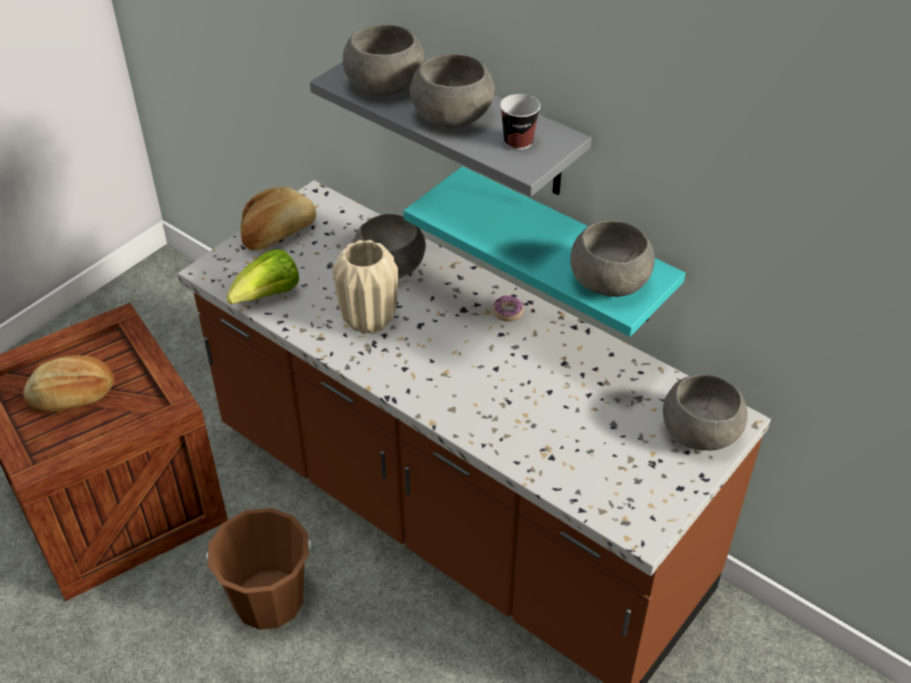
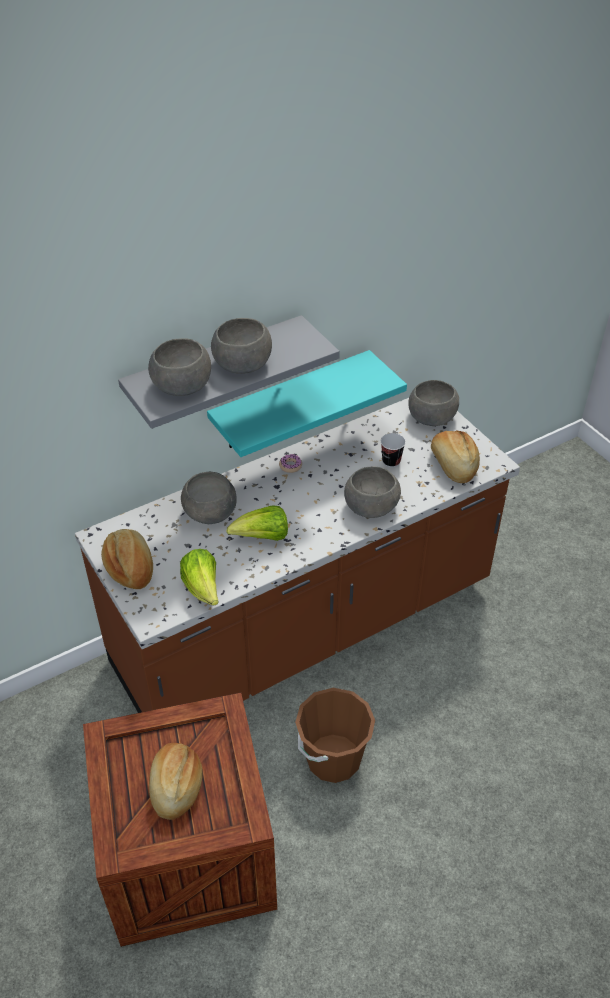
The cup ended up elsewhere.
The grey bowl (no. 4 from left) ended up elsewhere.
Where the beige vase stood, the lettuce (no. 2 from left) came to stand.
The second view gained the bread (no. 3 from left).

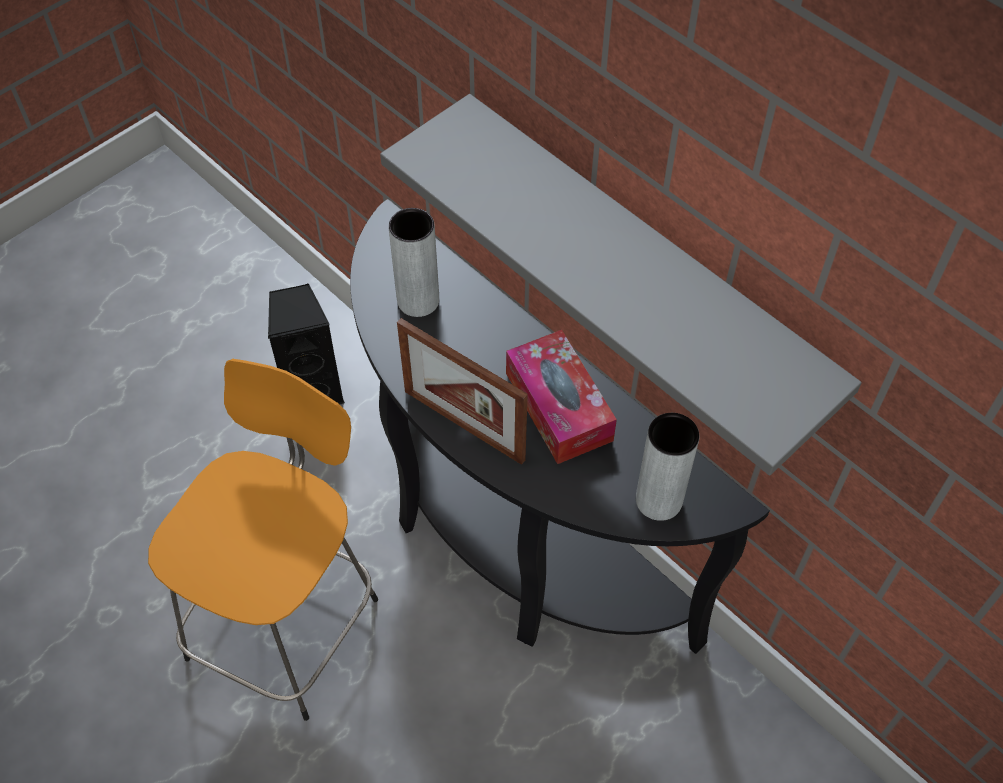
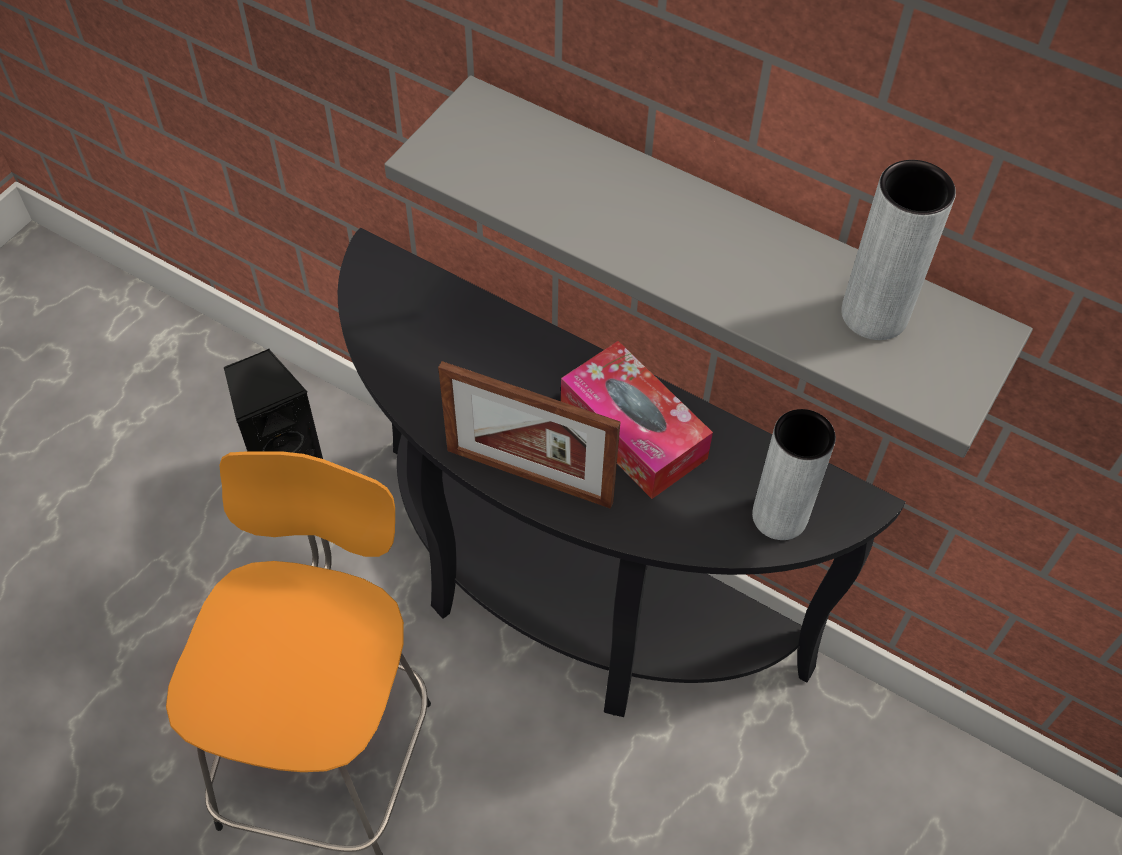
The grey vase (no. 1 from left in the first image) ended up elsewhere.

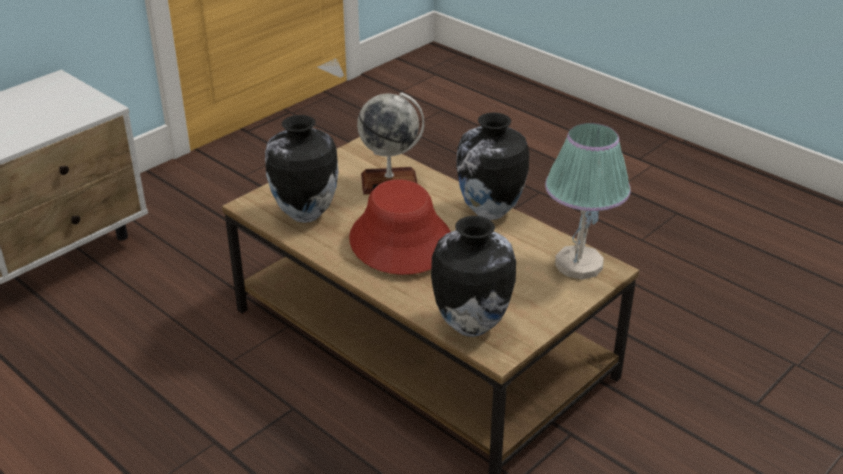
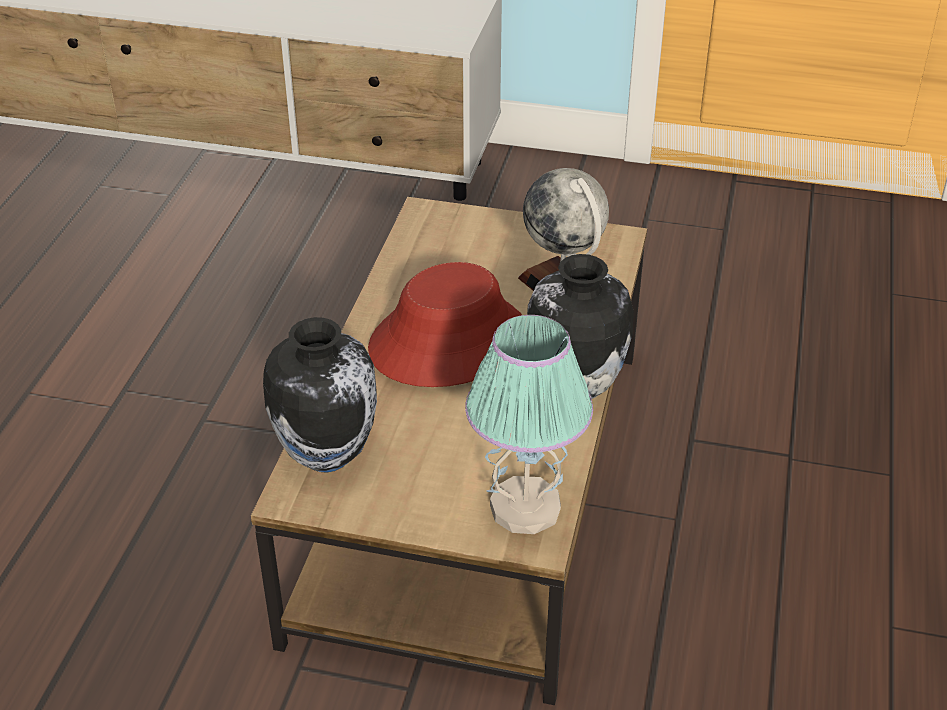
The second view lost the vase (no. 1 from left).

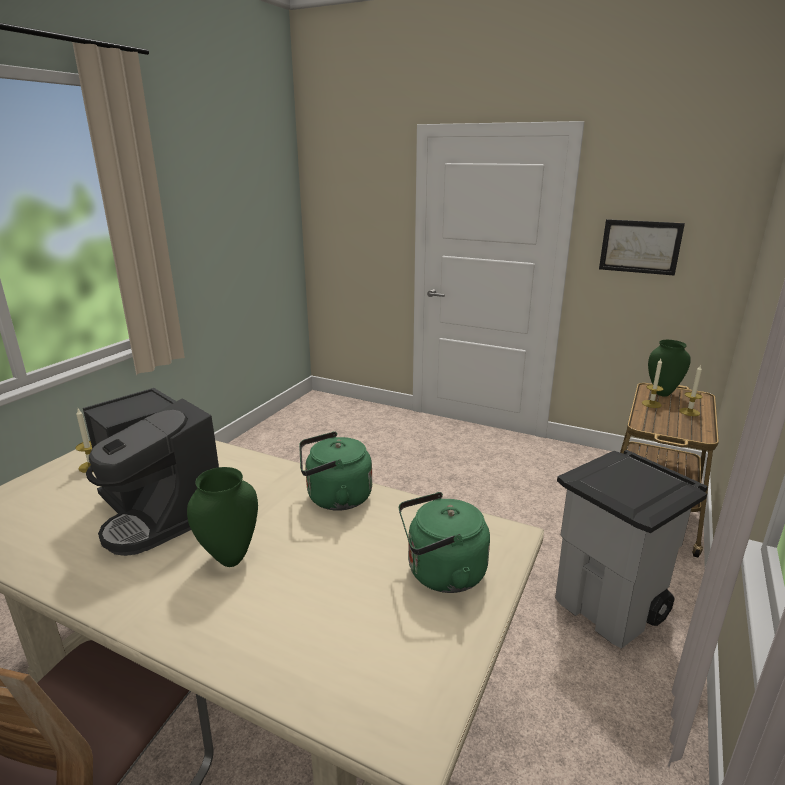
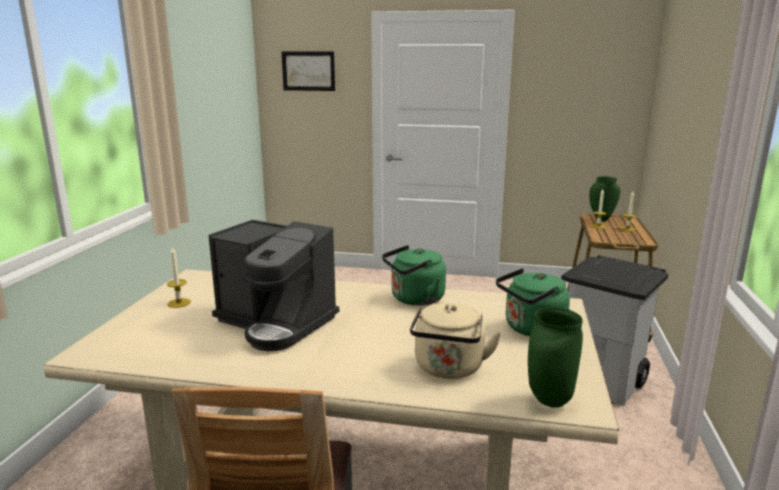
The picture ended up elsewhere.
The green vase (no. 1 from left) ended up elsewhere.
The second view gained the beige kettle.

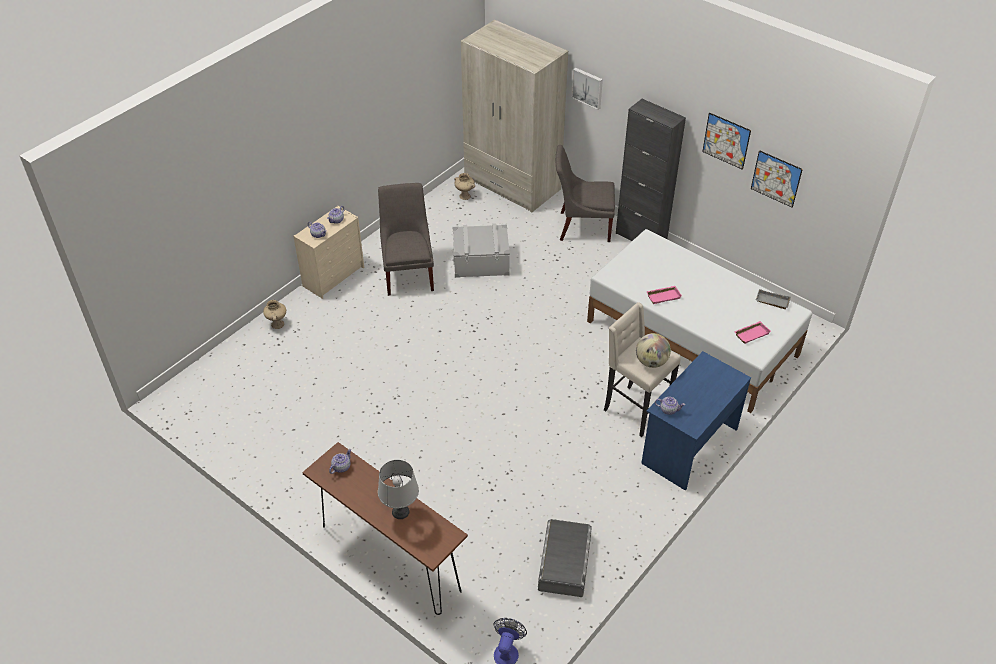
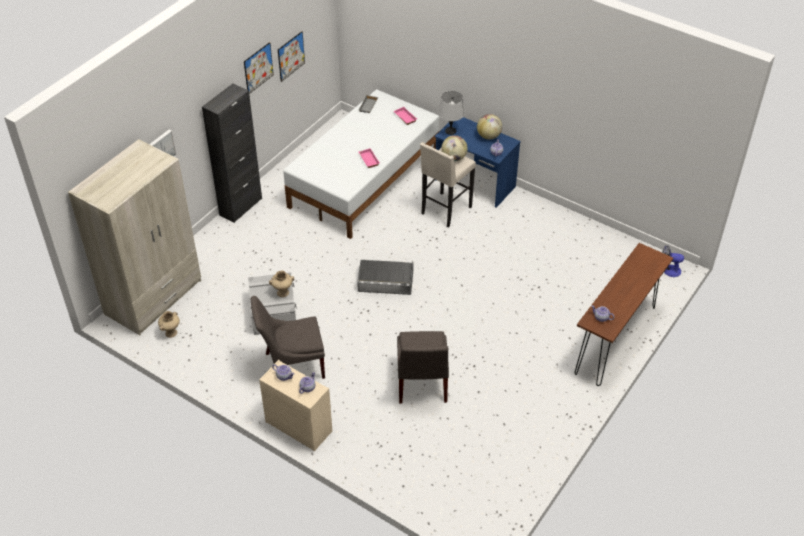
The grey chair (no. 2 from left) ended up elsewhere.
The beige vase (no. 1 from left in the first image) ended up elsewhere.
The grey table lamp ended up elsewhere.
The grey storage box (no. 2 from left) ended up elsewhere.
The second view gained the globe (no. 2 from left).

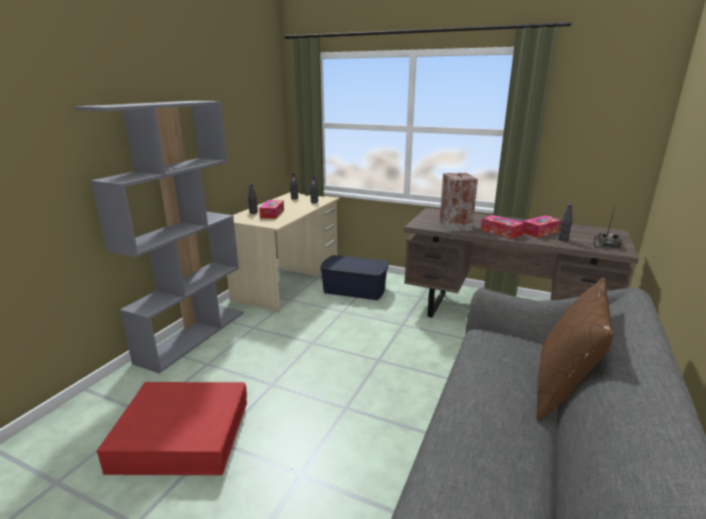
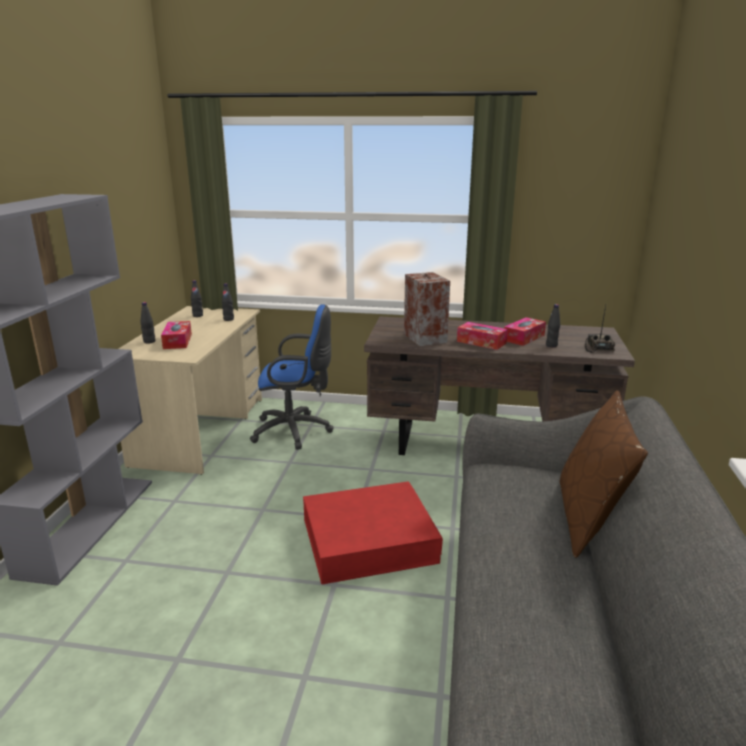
Where the blue storage box stood, the blue office chair came to stand.
The red storage box ended up elsewhere.

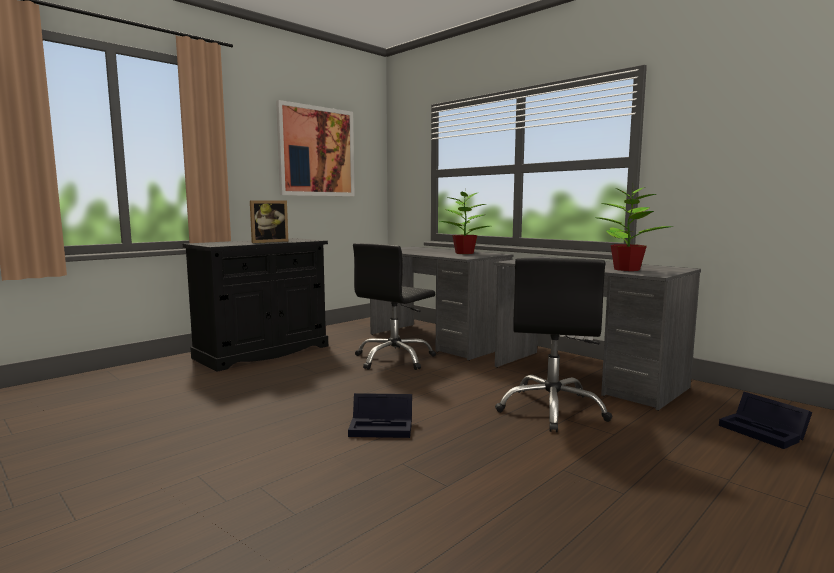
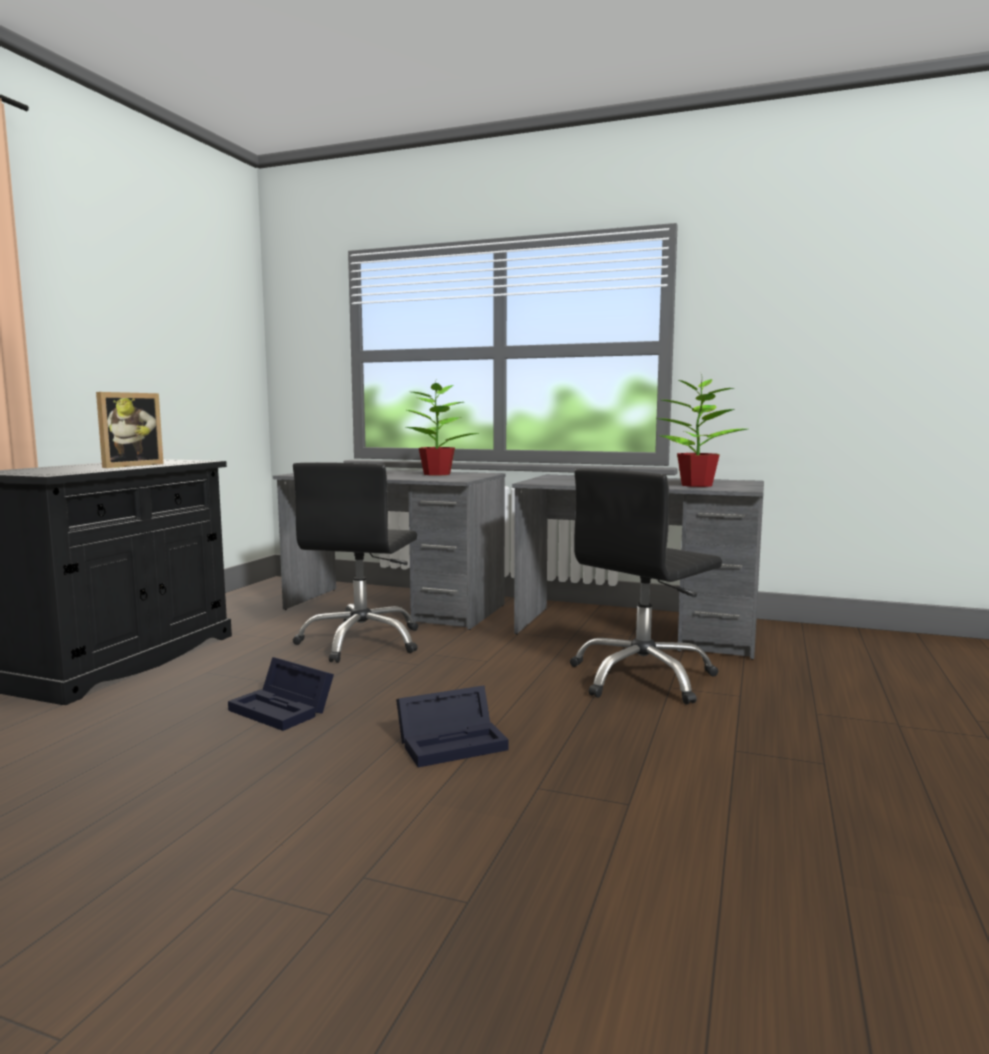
The second view lost the picture.
The black office chair (no. 2 from left) ended up facing another way, 60 degrees clockwise from before.
The black storage box (no. 2 from left in the first image) ended up elsewhere.

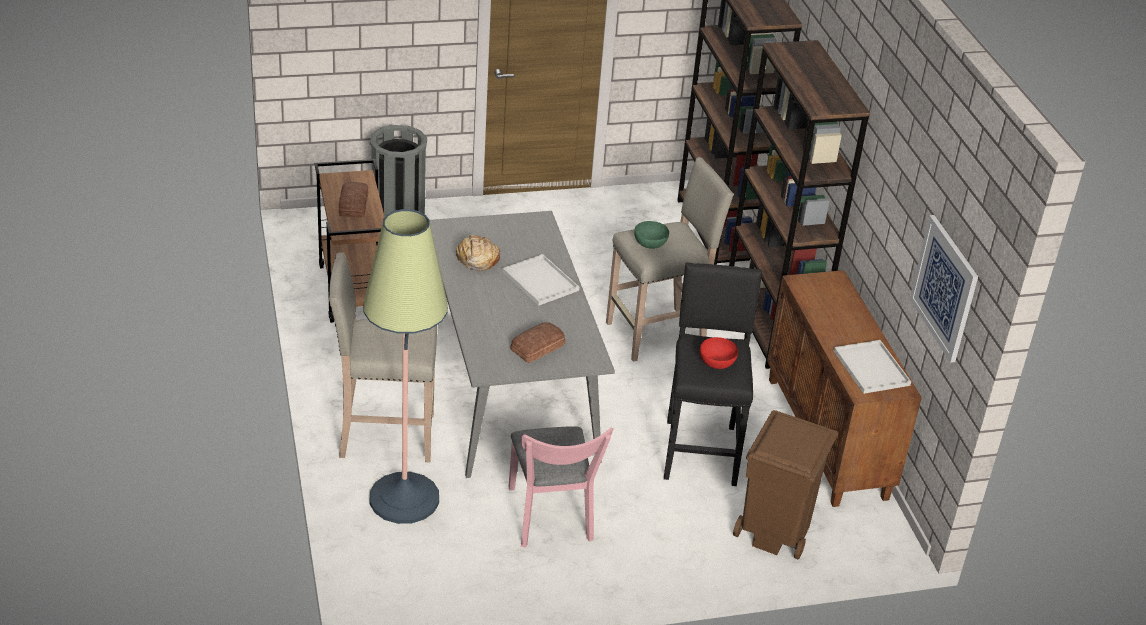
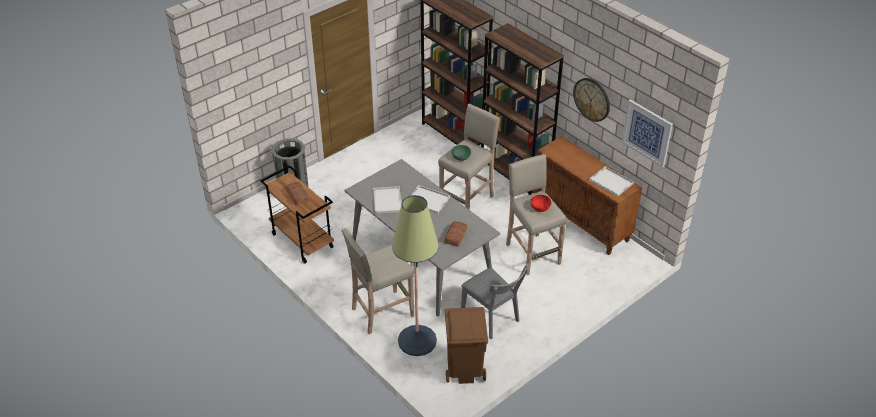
Where the bread (no. 2 from left) stood, the white tray (no. 1 from left) came to stand.
What was the black stool turned into the beige stool (no. 3 from left).
The brown trash can ended up elsewhere.
What was the pink chair turned into the grey chair.
The second view gained the wall clock.

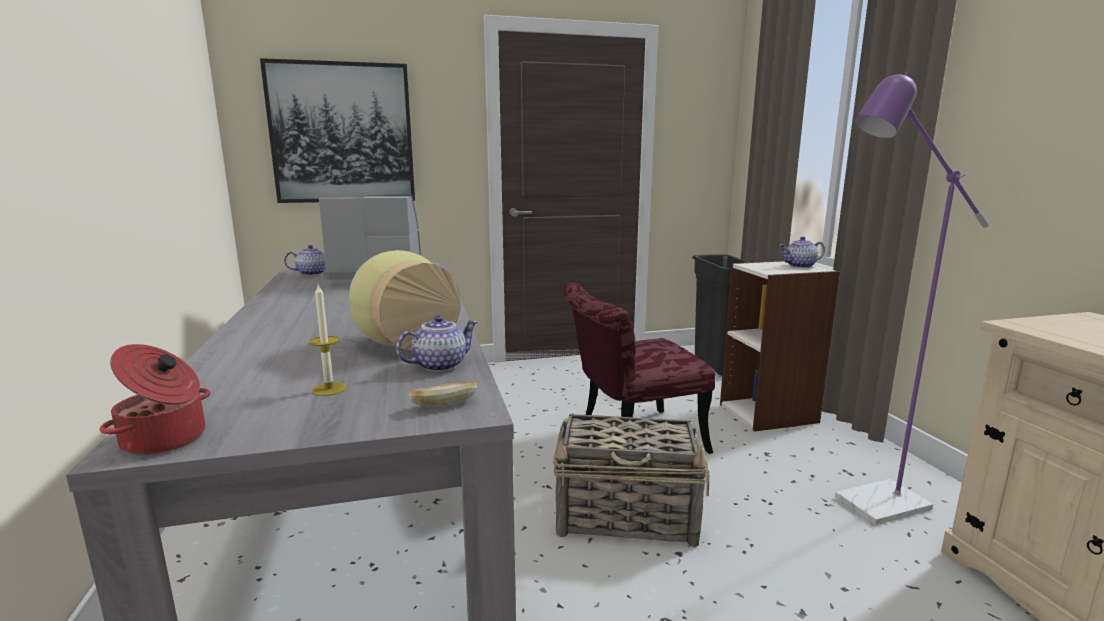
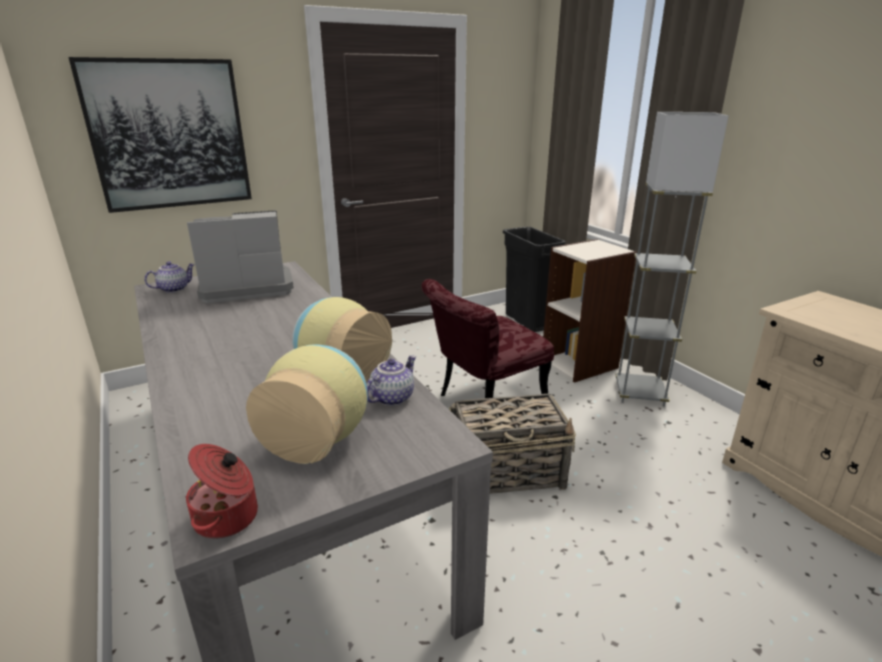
The second view lost the purple floor lamp.
The second view lost the teapot (no. 3 from left).
Where the candle stood, the vase (no. 1 from left) came to stand.
The second view lost the bread.
The second view gained the grey floor lamp.

